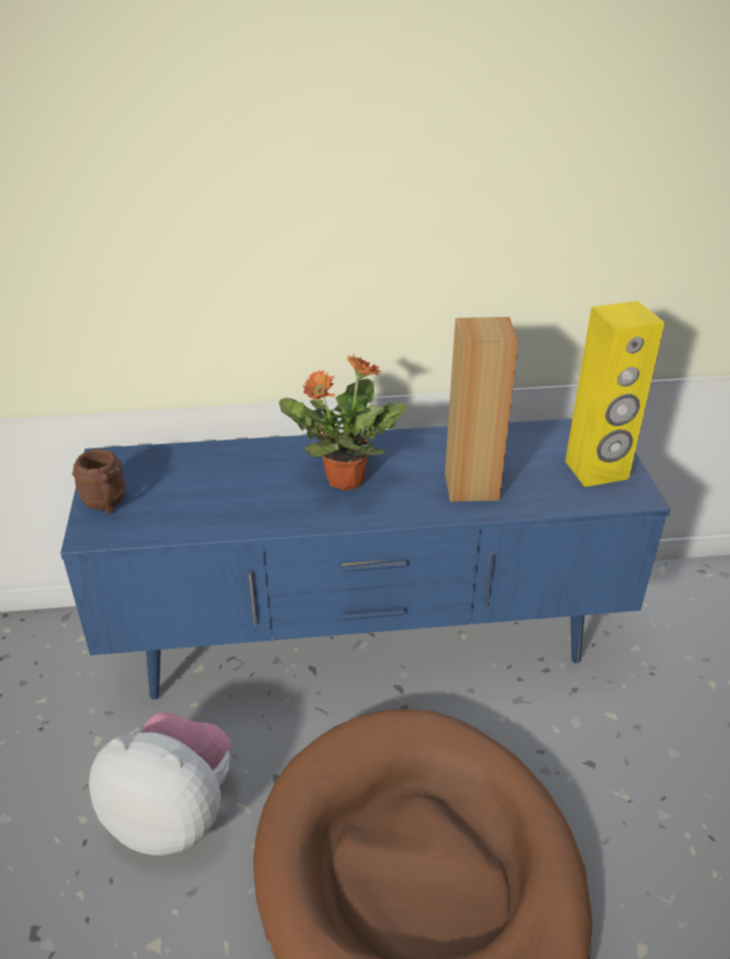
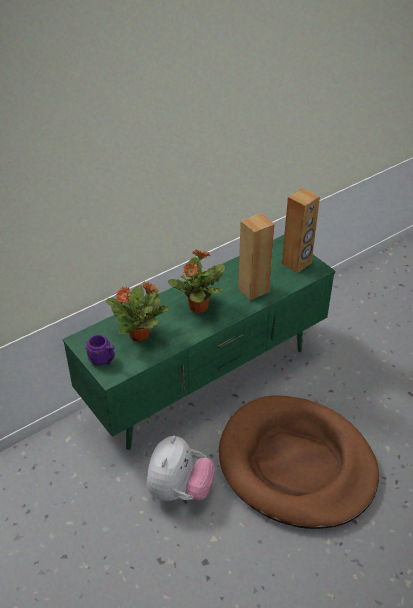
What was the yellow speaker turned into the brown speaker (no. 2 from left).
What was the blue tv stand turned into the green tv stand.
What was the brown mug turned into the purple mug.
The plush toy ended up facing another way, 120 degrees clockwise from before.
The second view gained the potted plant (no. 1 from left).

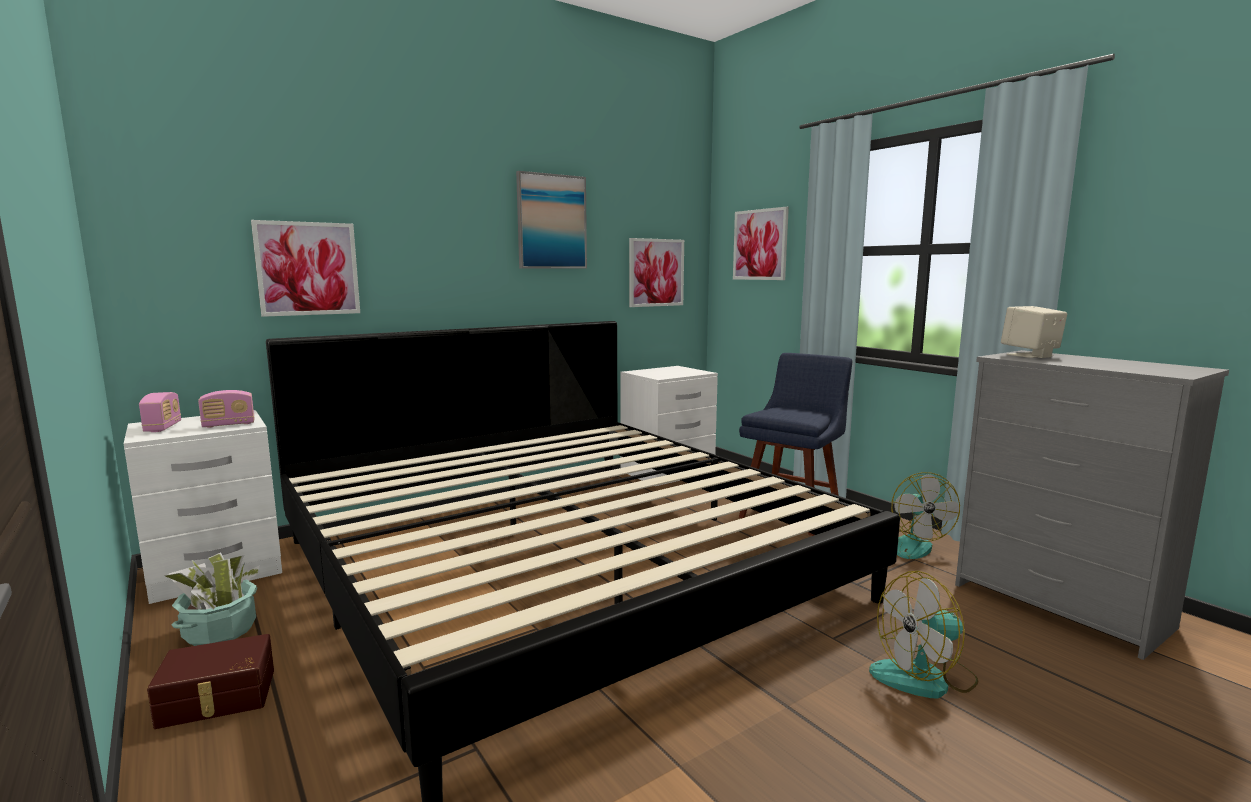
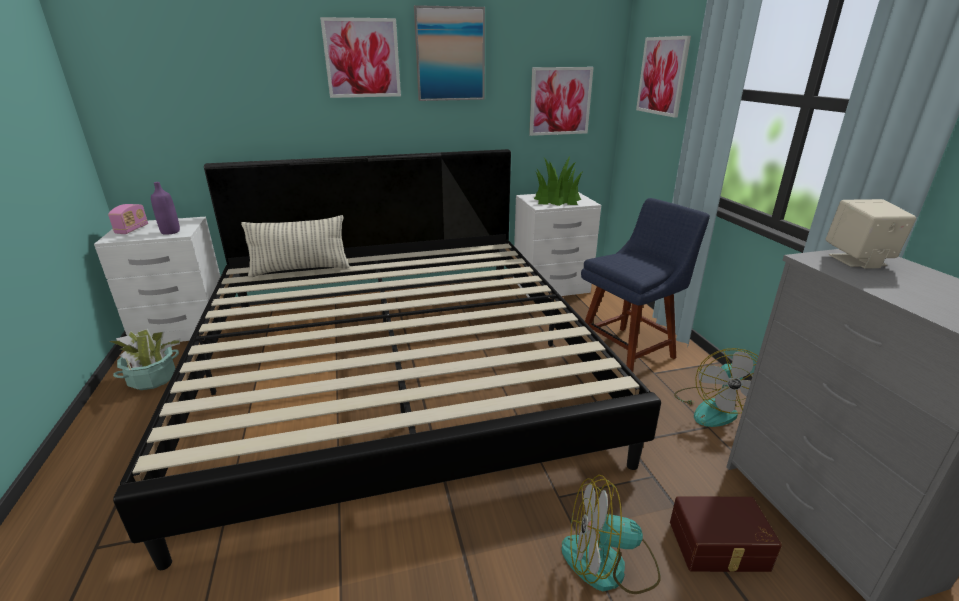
The picture (no. 1 from left) ended up elsewhere.
Where the radio (no. 2 from left) stood, the purple bottle came to stand.
The brown storage box ended up elsewhere.
The second view gained the potted plant (no. 2 from left).
The second view gained the pillow.

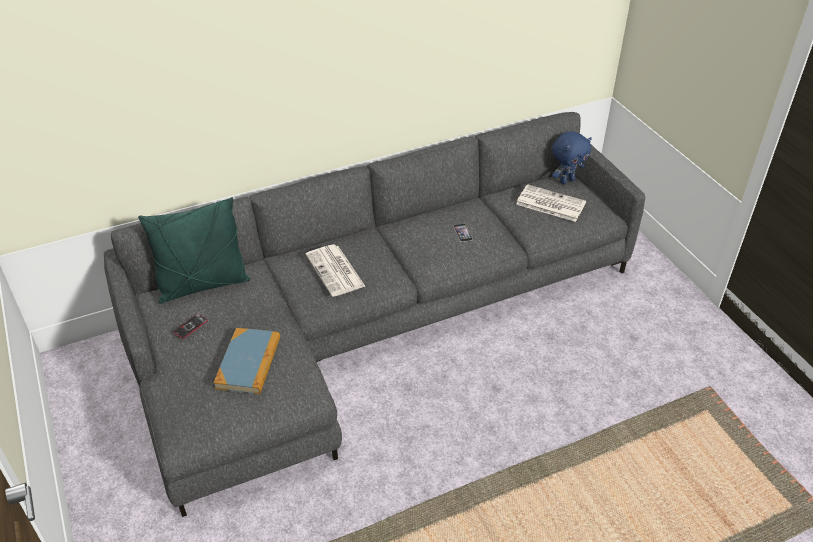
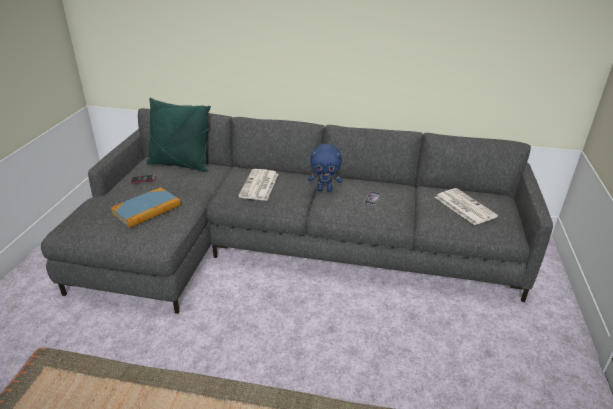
The blue plush toy ended up elsewhere.

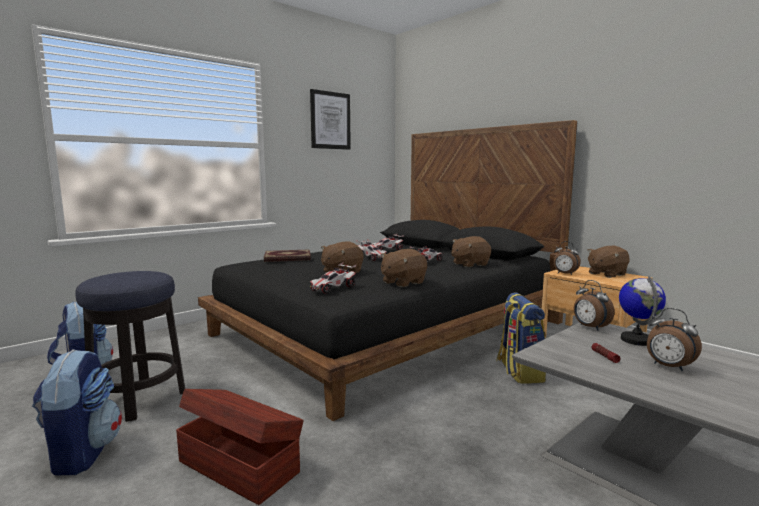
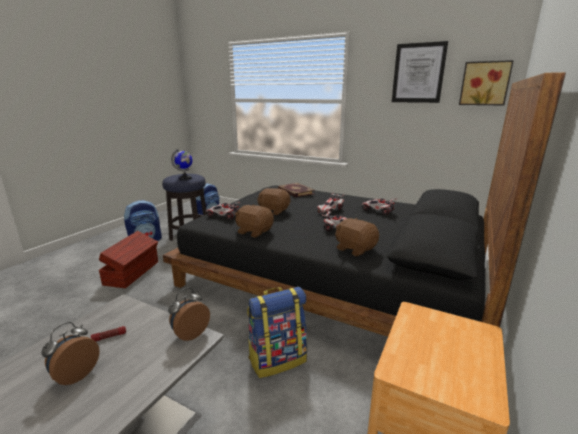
The second view lost the alarm clock (no. 1 from left).
The second view lost the brown plush toy (no. 4 from left).
The globe ended up elsewhere.
The second view gained the picture (no. 2 from left).

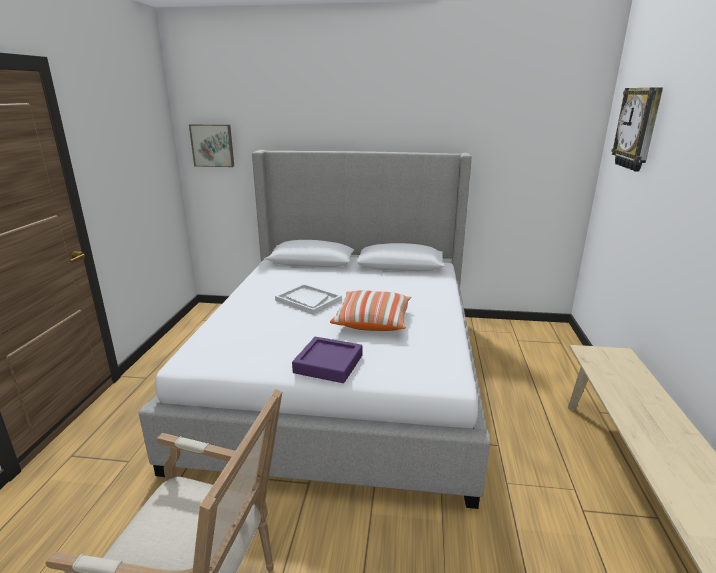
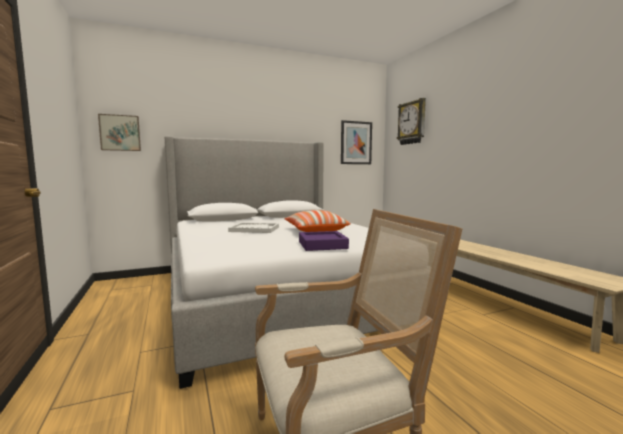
The second view gained the picture (no. 2 from left).

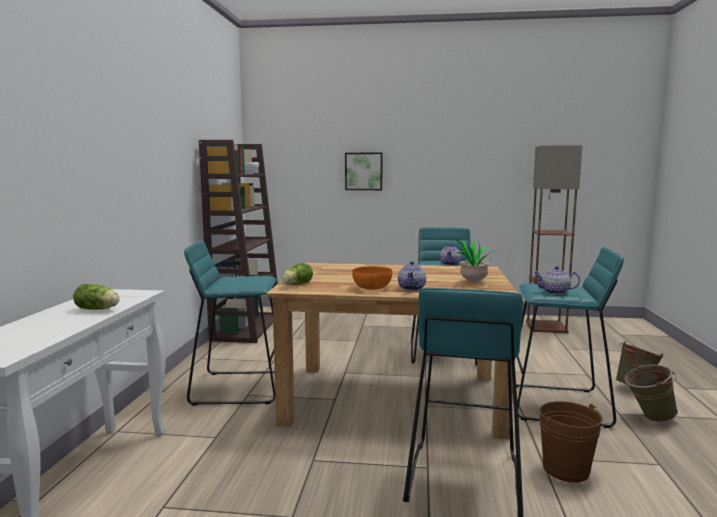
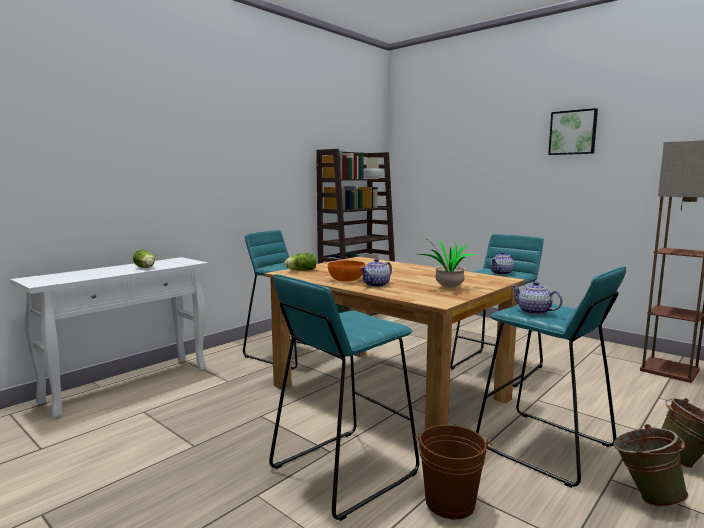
The picture ended up elsewhere.

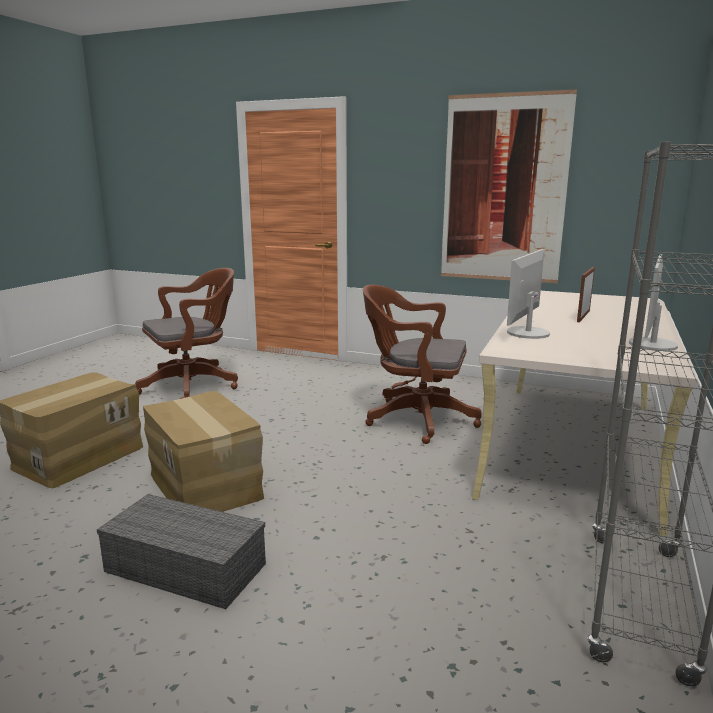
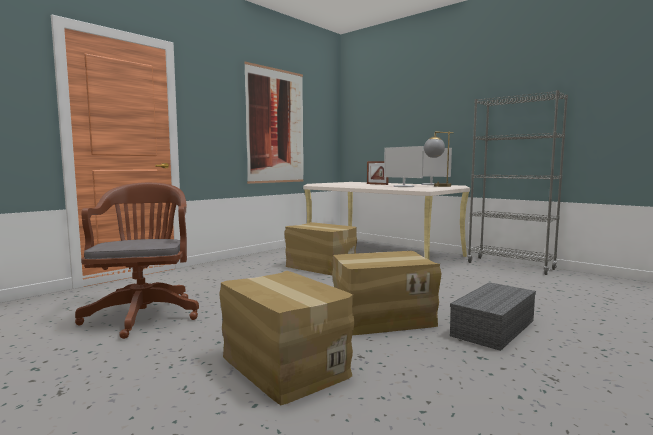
Where the brown office chair (no. 2 from left) stood, the cardboard box (no. 2 from left) came to stand.
The second view gained the table lamp.

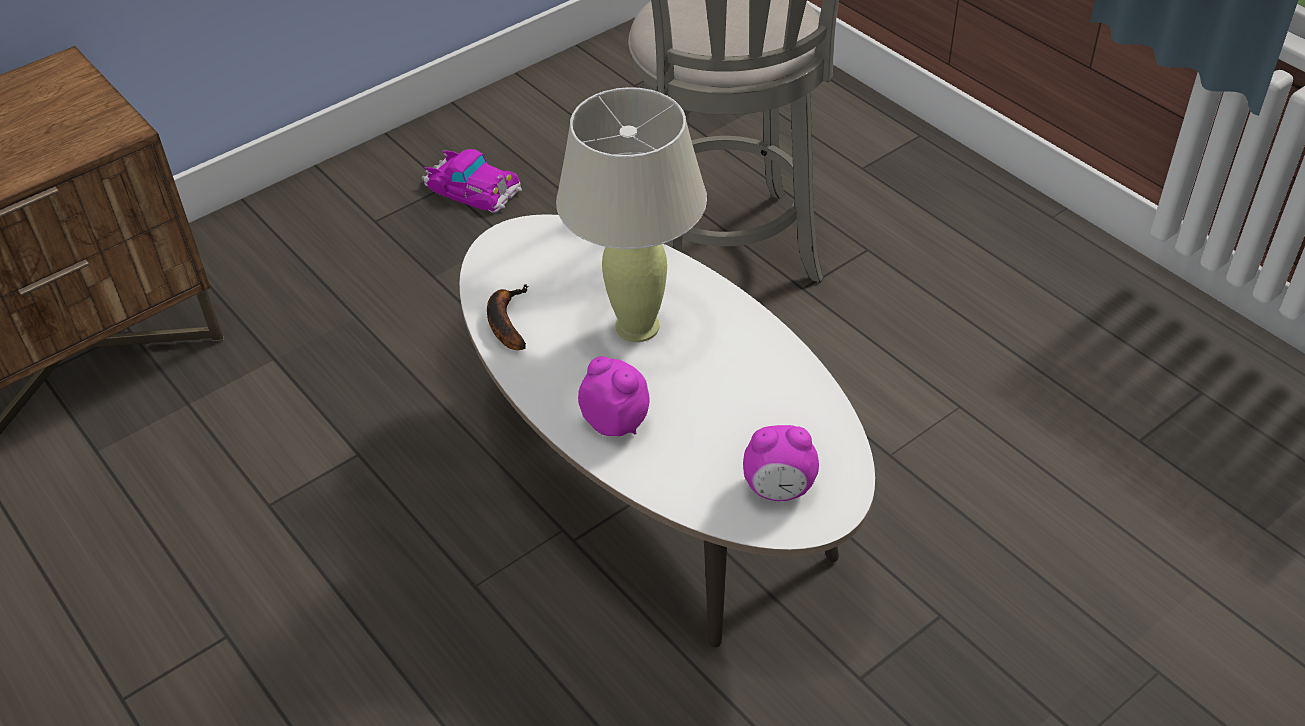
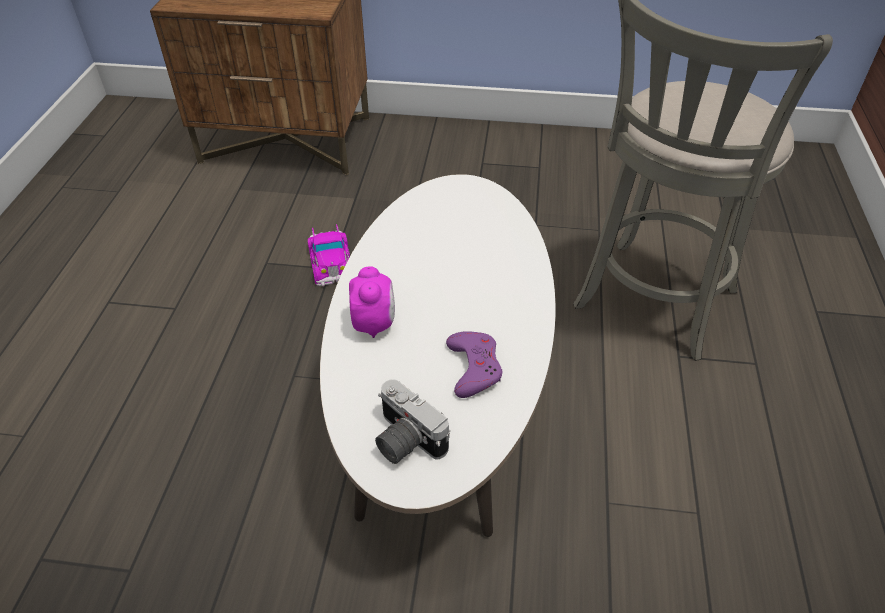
The second view lost the beige table lamp.
The toy car ended up elsewhere.
The second view lost the banana.
Where the alarm clock (no. 2 from left) stood, the photo camera came to stand.
The second view gained the purple game controller.

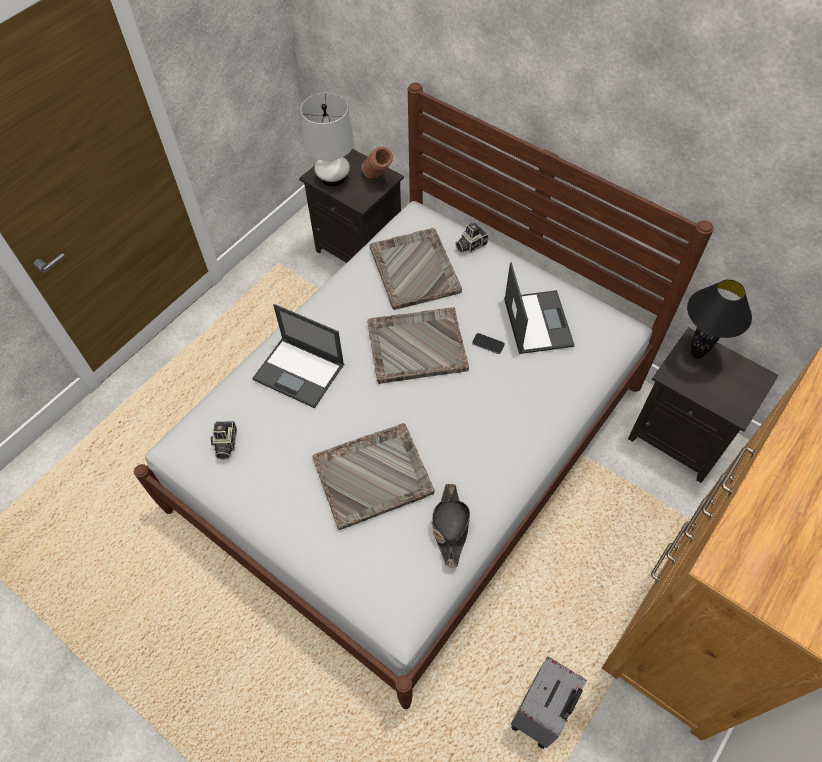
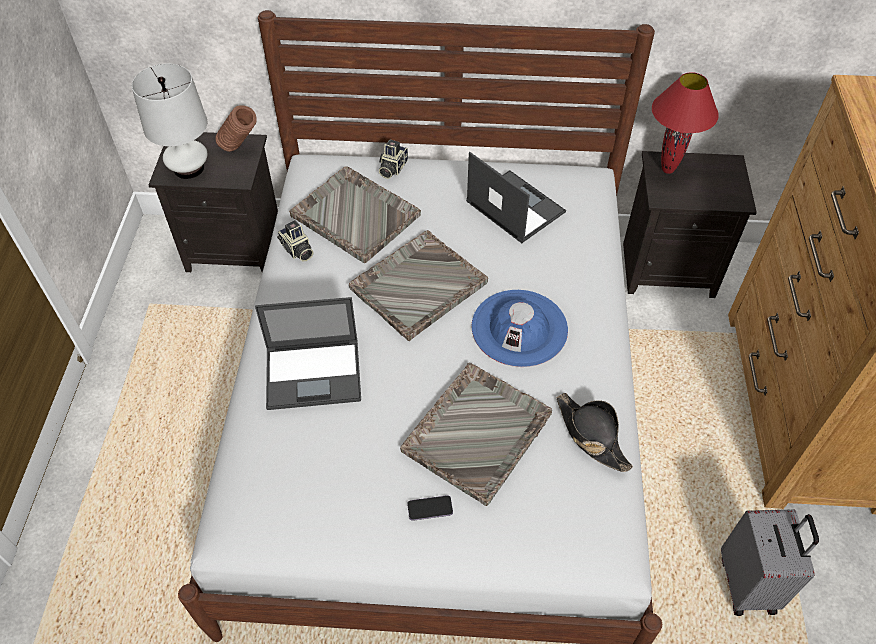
What was the black table lamp turned into the red table lamp.
The phone ended up elsewhere.
The photo camera (no. 1 from left) ended up elsewhere.
The second view gained the blue hat.

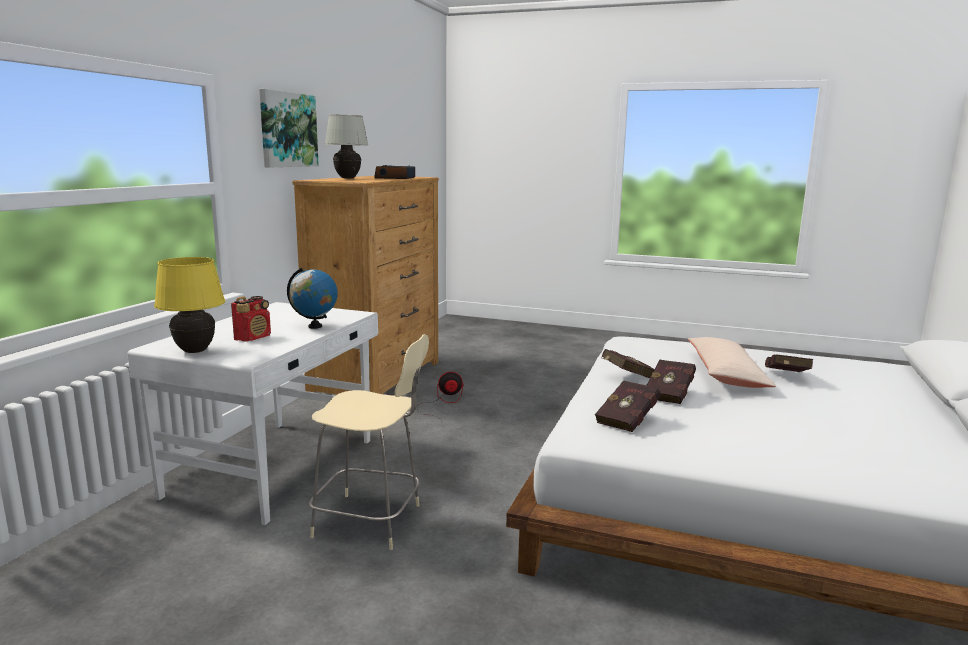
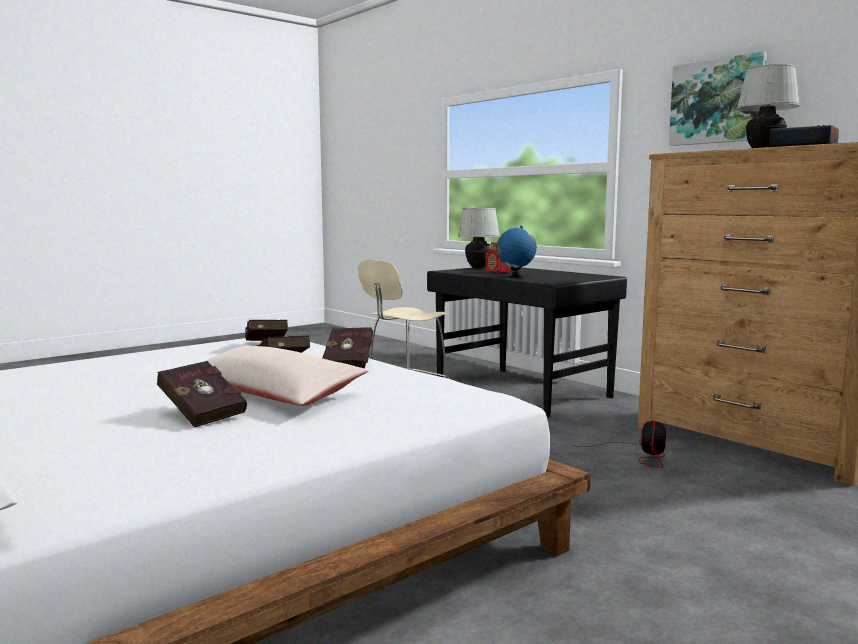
What was the yellow table lamp turned into the white table lamp (no. 1 from left).
What was the white desk turned into the black desk.

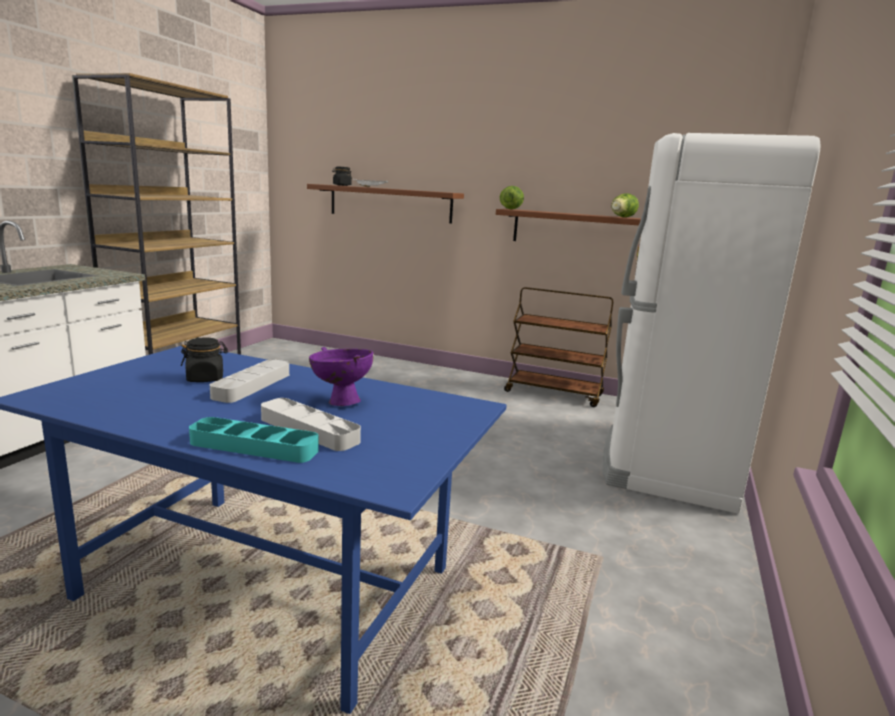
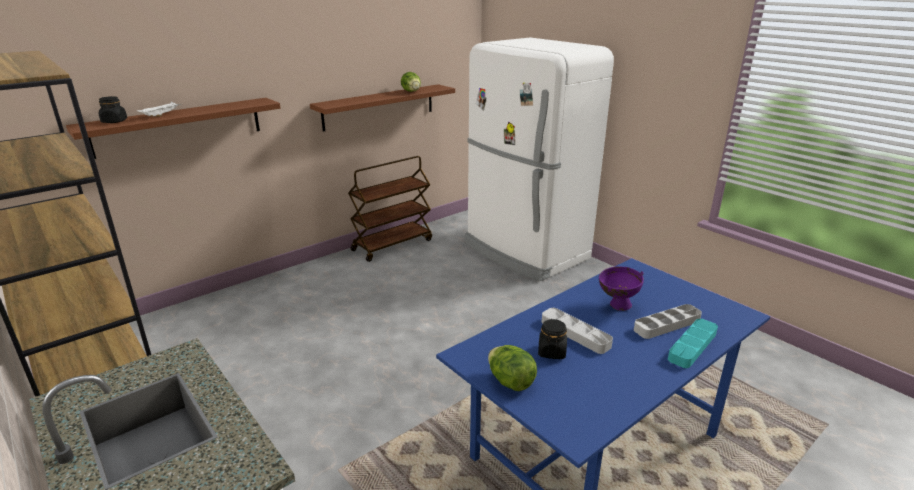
The lettuce (no. 1 from left in the first image) ended up elsewhere.

